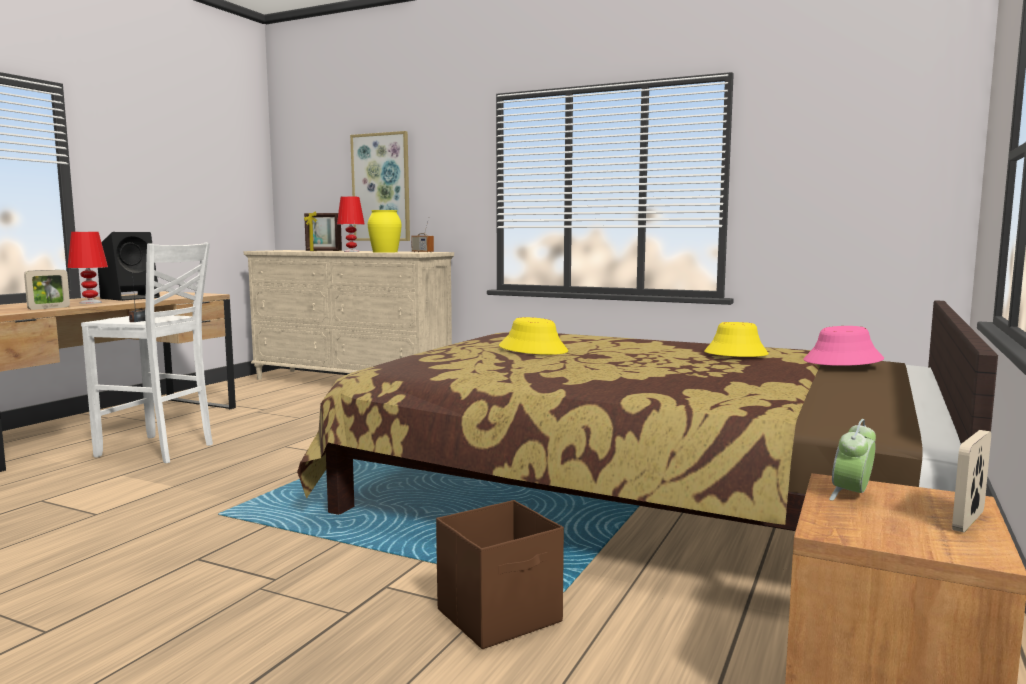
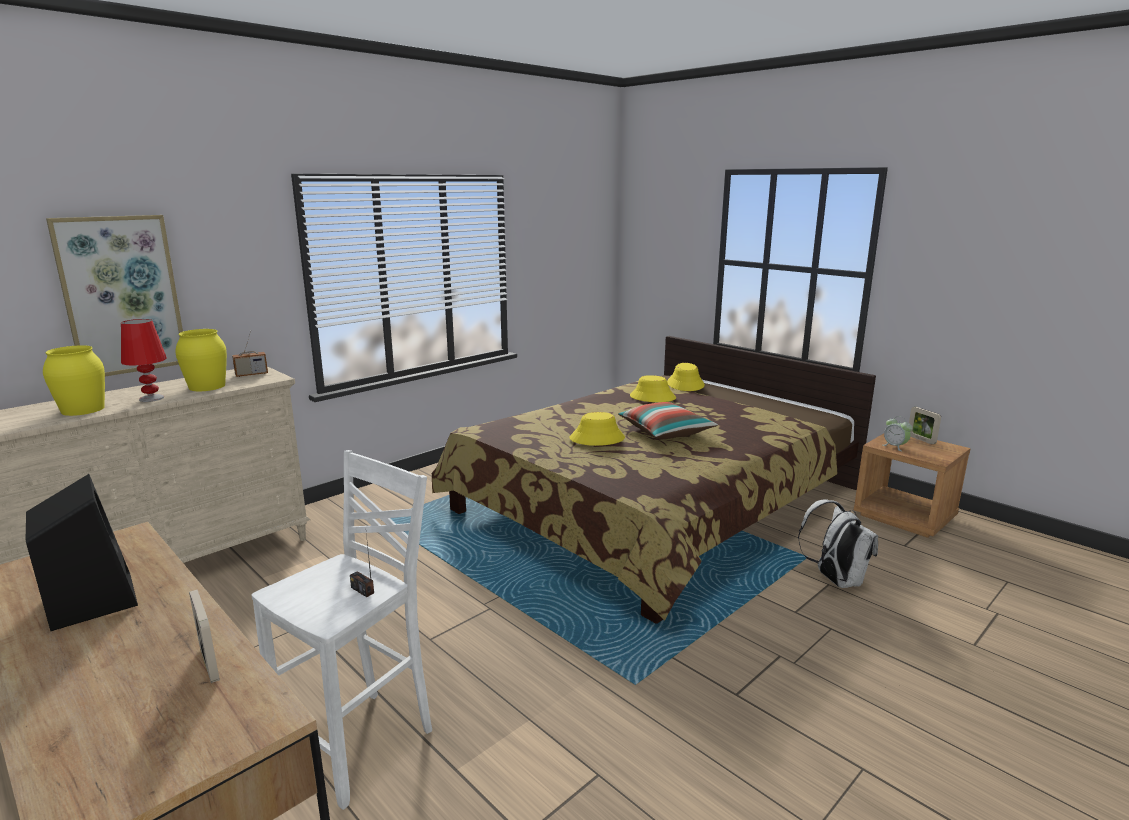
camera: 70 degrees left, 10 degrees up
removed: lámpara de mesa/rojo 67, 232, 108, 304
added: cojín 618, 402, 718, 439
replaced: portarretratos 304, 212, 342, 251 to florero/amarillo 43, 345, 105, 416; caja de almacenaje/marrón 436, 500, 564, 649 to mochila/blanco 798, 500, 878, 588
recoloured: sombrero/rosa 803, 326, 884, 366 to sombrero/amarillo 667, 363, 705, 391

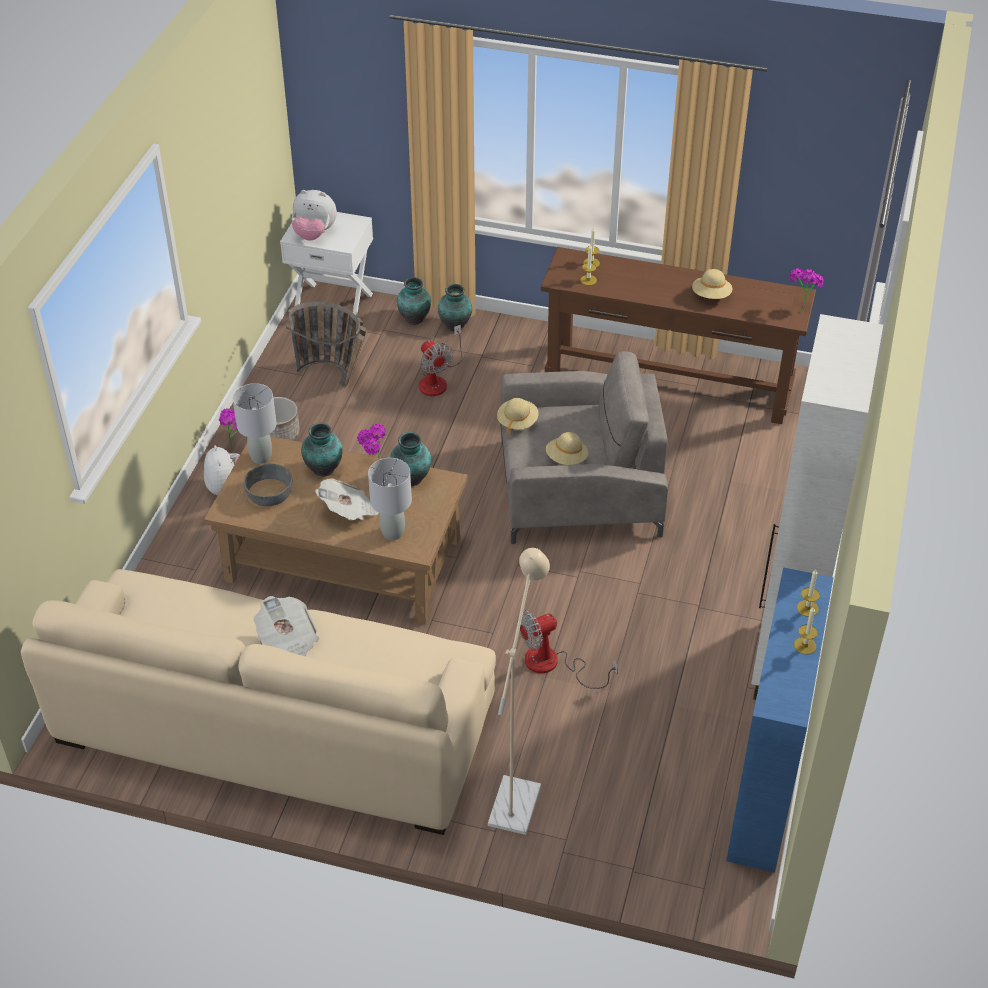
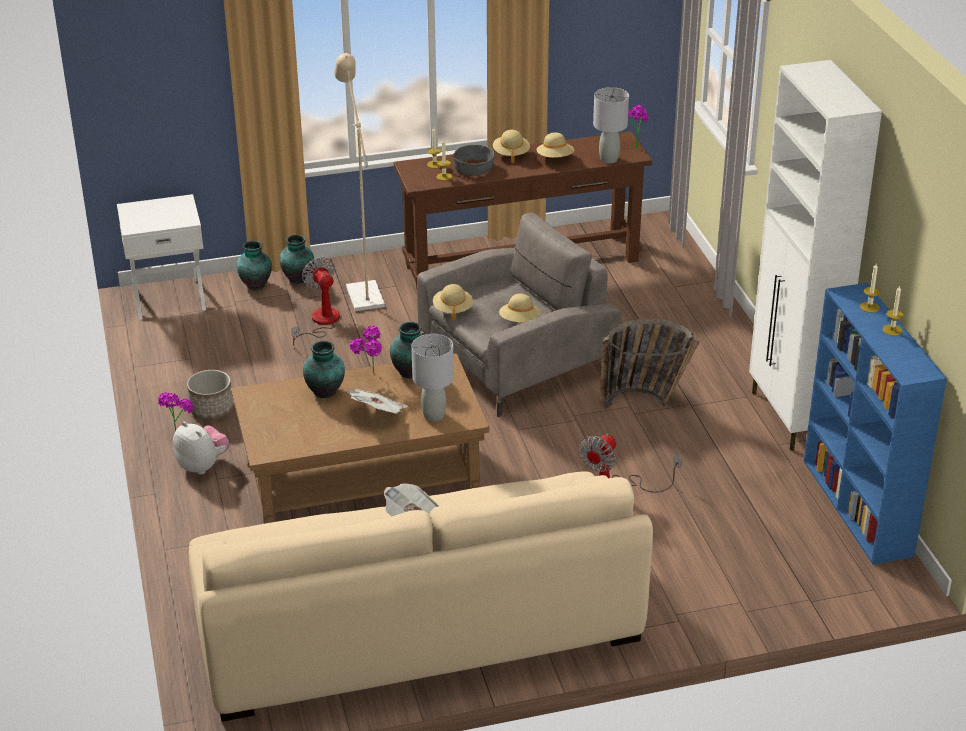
camera: 30 degrees left, 10 degrees down
removed: peluche 291, 190, 337, 240
added: sombrero/beis 493, 130, 530, 163
moved: lámpara de pie/beis 488, 548, 550, 835 to 334, 53, 385, 311; cuenco/gris 244, 464, 292, 506 to 453, 145, 494, 175; lámpara de mesa/gris 233, 383, 276, 464 to 593, 87, 629, 163; cesta 286, 301, 366, 388 to 600, 319, 700, 409
turned: ventilador 419, 325, 463, 396 = 291, 257, 340, 346 150 degrees counterclockwise

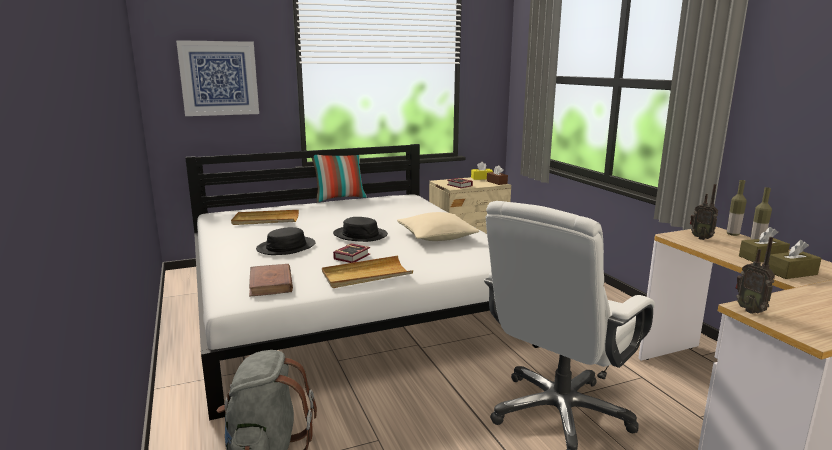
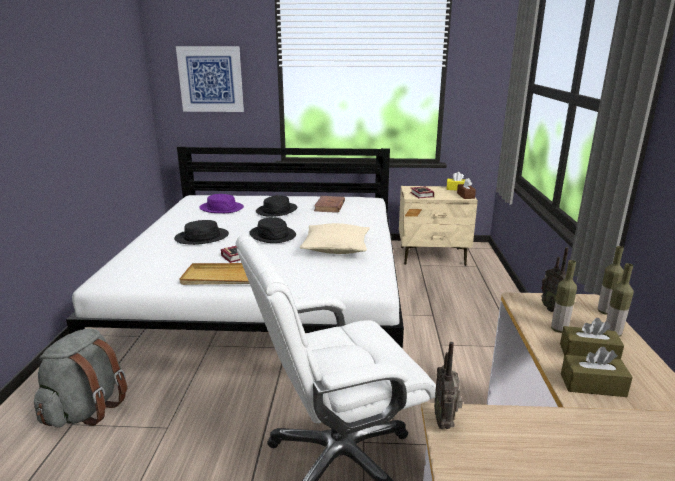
camera: 25 degrees right, 5 degrees up
removed: cojín 312, 147, 367, 203
added: sombrero/negro 256, 195, 297, 217; botella 551, 260, 577, 333
moved: libro/marrón 249, 264, 293, 296 to 314, 196, 345, 213
replaced: bandeja/beis 231, 210, 299, 225 to sombrero/morado 199, 194, 244, 213

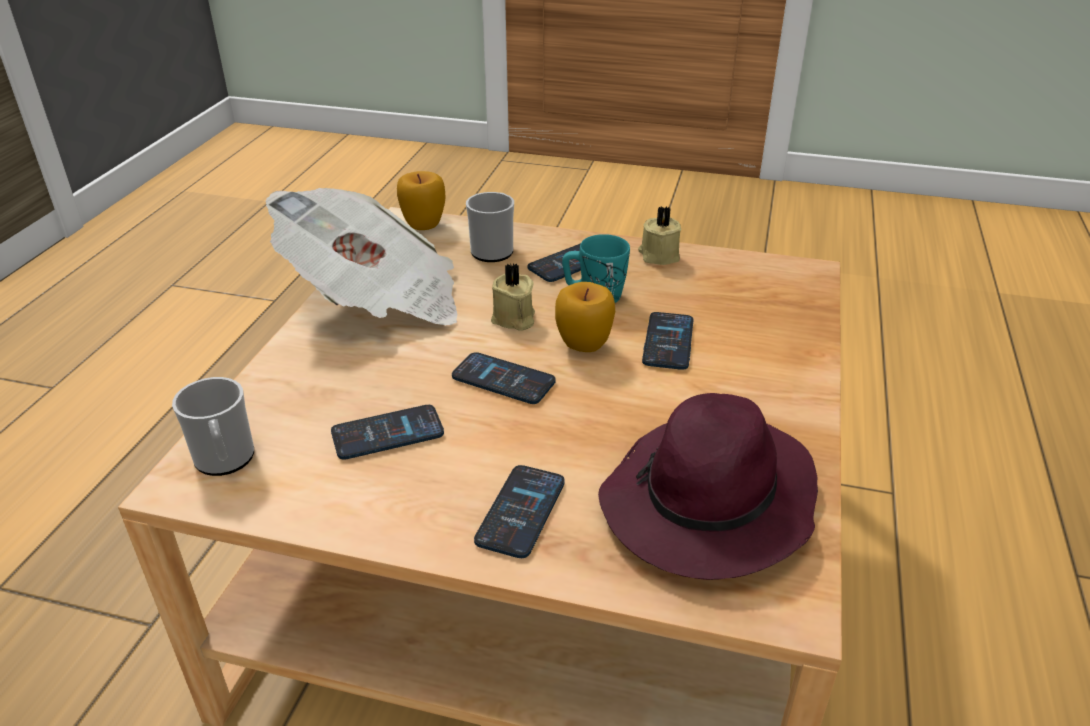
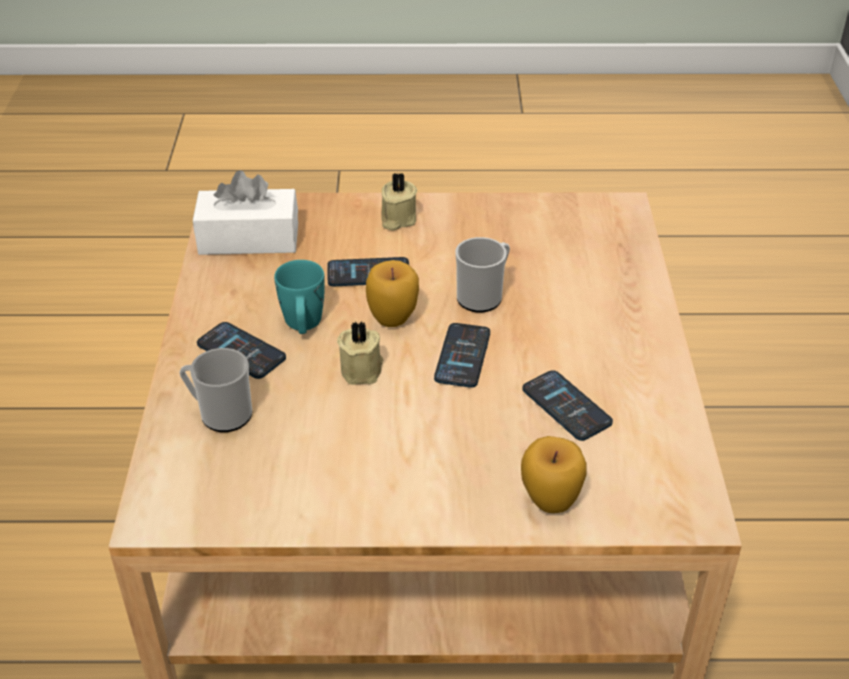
camera: 105 degrees left, 5 degrees up
removed: periódico 265, 188, 457, 325; móvil 474, 465, 565, 558; sombrero/morado 598, 393, 818, 580
added: caja de pañuelos/blanco 193, 170, 298, 255
moved: vela/beis 638, 206, 681, 265 to 381, 173, 417, 231; taza grande 172, 377, 254, 476 to 455, 237, 510, 312; manzana 397, 171, 446, 230 to 521, 436, 587, 513

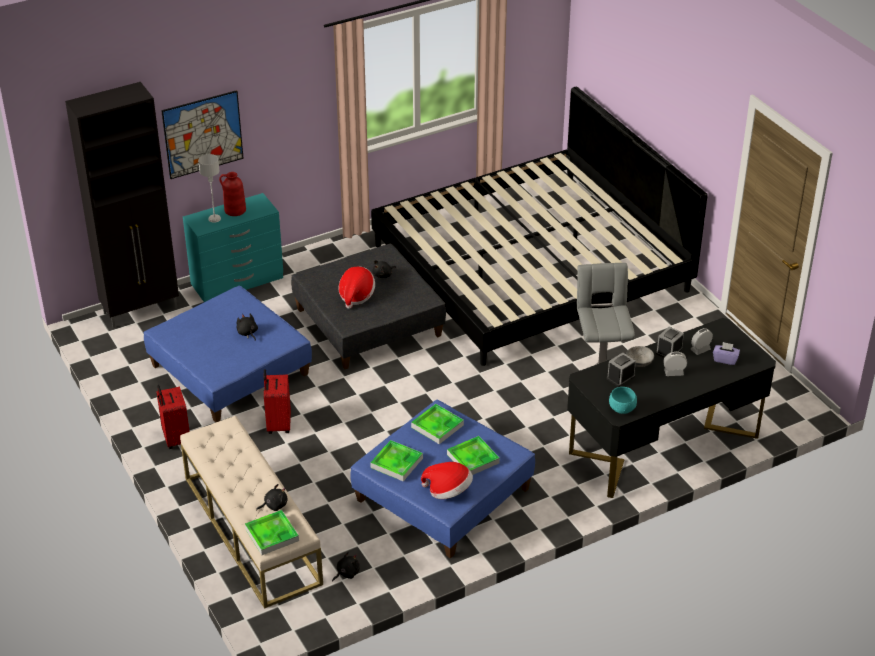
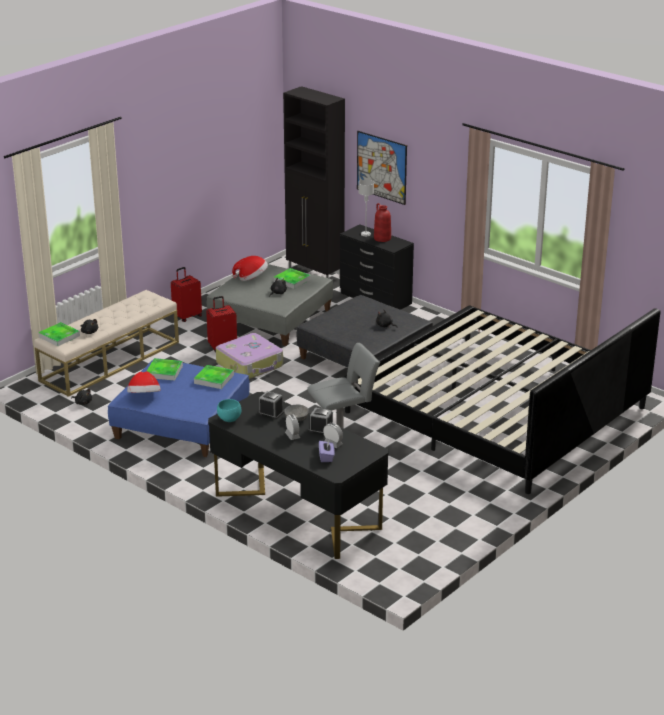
camera: 70 degrees right, 10 degrees down
added: maleta 216, 333, 283, 379
moved: sombrero 338, 266, 375, 309 to 232, 256, 268, 281; bandeja 447, 436, 500, 475 to 273, 268, 311, 289
recoloured: puf/azul 143, 286, 312, 422 to puf/gris 207, 264, 333, 346; cómoda/turquesa 183, 193, 283, 302 to cómoda/negro 340, 225, 414, 310

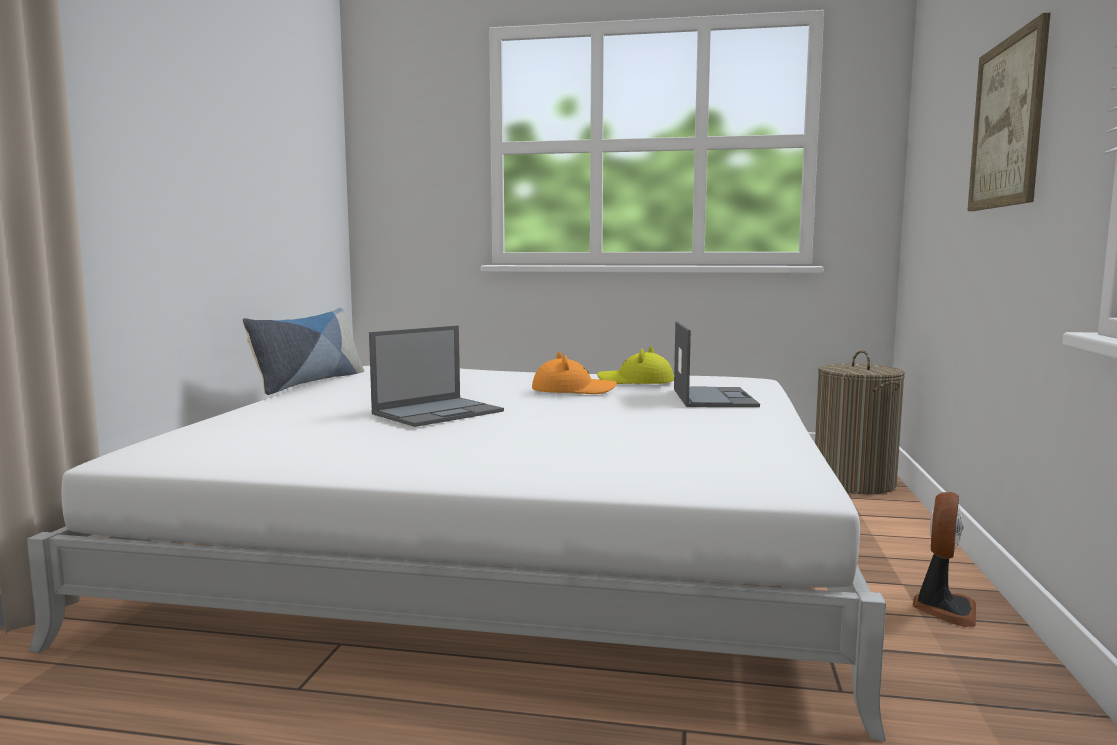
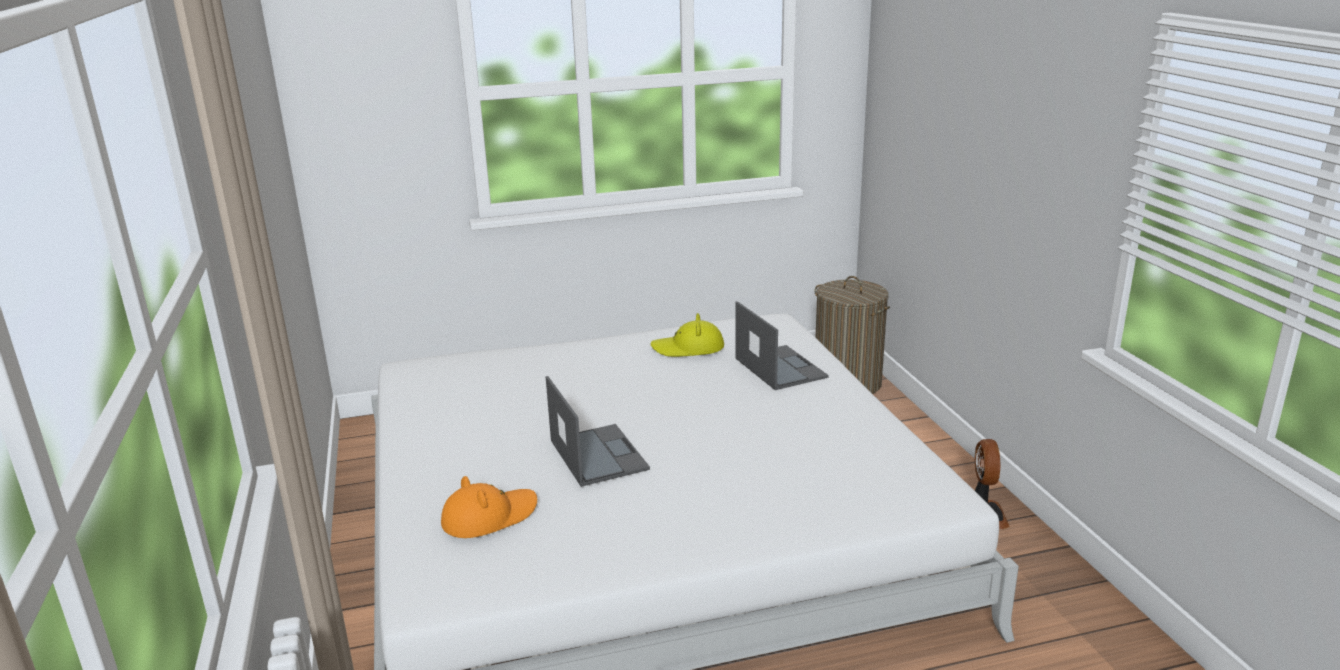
camera: 25 degrees left, 15 degrees up
removed: cojín 242, 308, 364, 395; cuadro 967, 13, 1050, 211
moved: sombrero/naranja 532, 351, 617, 394 to 441, 476, 537, 538
turned: portátil 369, 326, 504, 427 = 546, 376, 650, 487 45 degrees counterclockwise

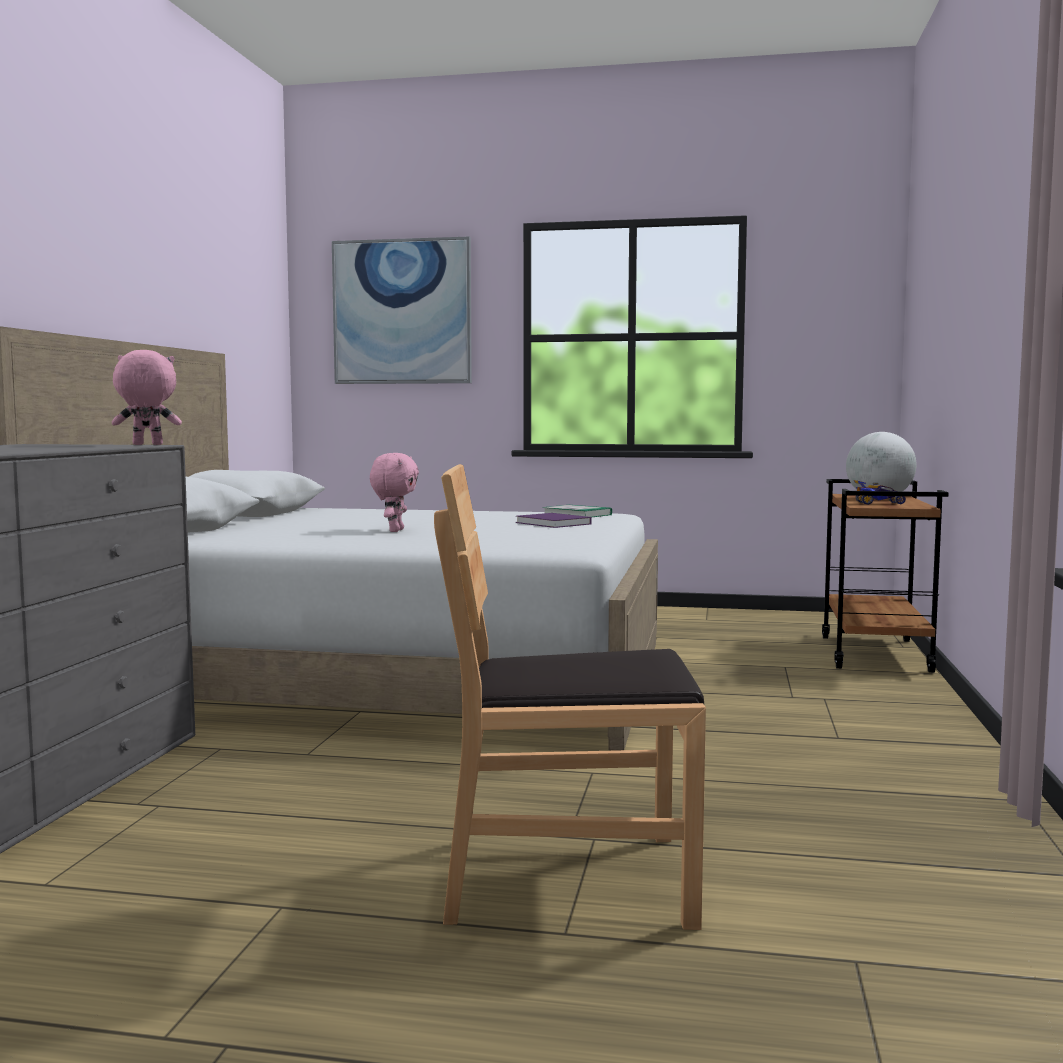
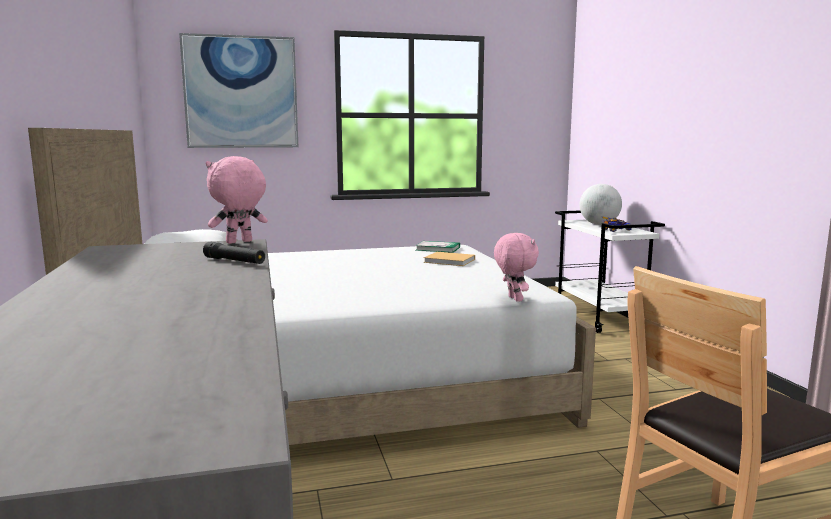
camera: 25 degrees left, 5 degrees up
added: linterna/negro 203, 242, 265, 264
moved: peluche/rosa 370, 453, 419, 532 to 494, 233, 539, 302
recoloured: libro/morado 516, 513, 591, 528 to libro/beis 424, 252, 475, 266; carrito/marrón 822, 479, 948, 673 to carrito/blanco 555, 210, 665, 333

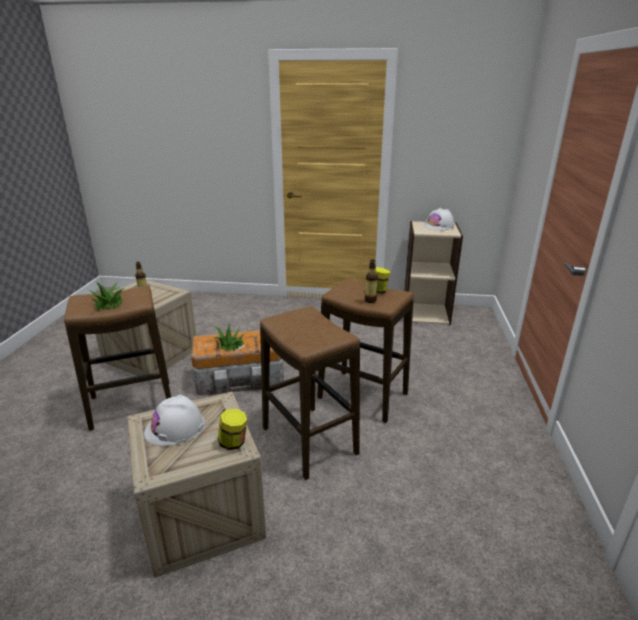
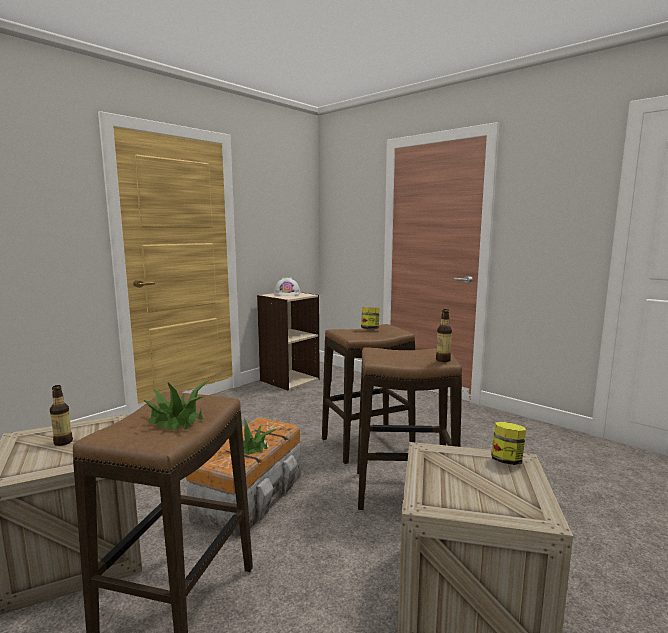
camera: 55 degrees left, 15 degrees down
removed: casco/blanco 144, 395, 205, 446
moved: botella 365, 260, 378, 303 to 436, 309, 452, 362

